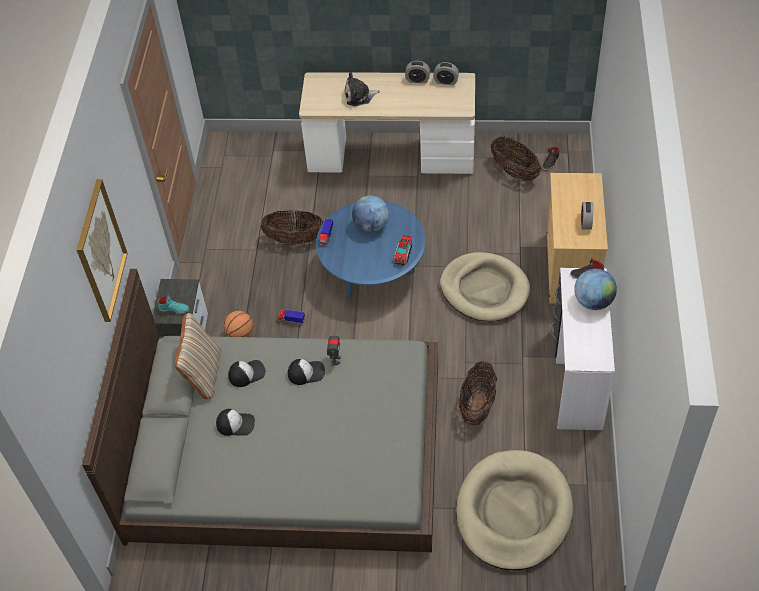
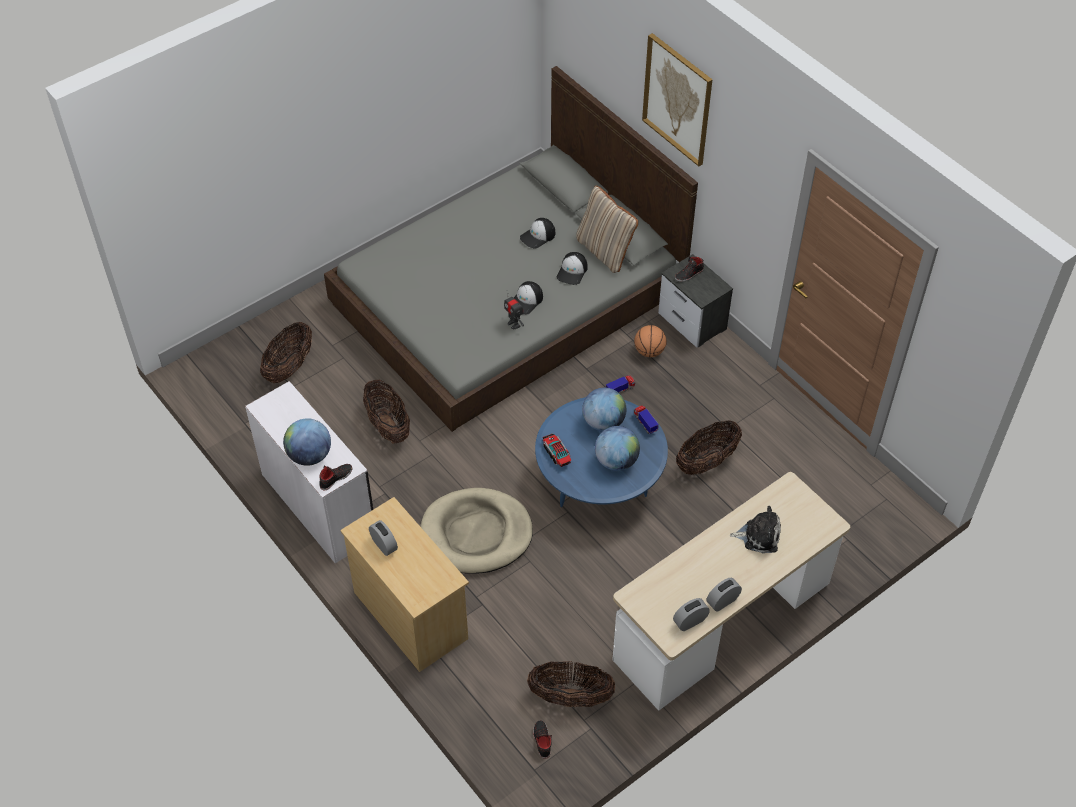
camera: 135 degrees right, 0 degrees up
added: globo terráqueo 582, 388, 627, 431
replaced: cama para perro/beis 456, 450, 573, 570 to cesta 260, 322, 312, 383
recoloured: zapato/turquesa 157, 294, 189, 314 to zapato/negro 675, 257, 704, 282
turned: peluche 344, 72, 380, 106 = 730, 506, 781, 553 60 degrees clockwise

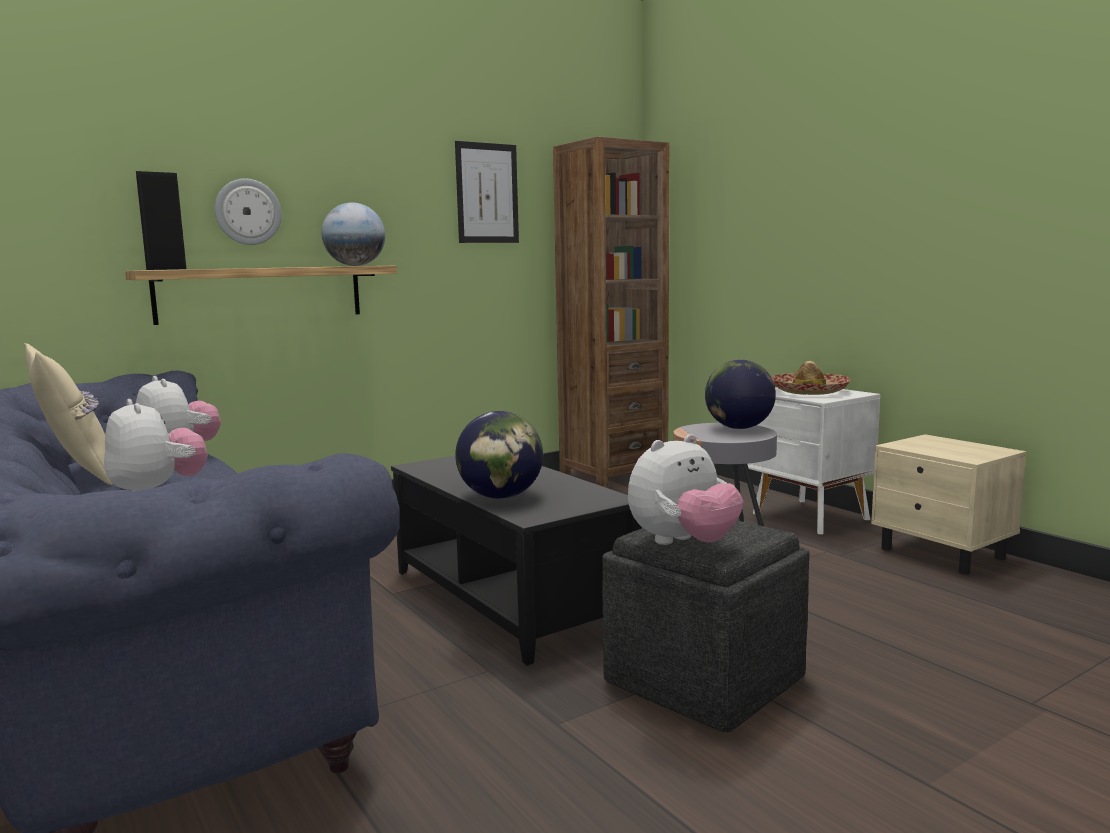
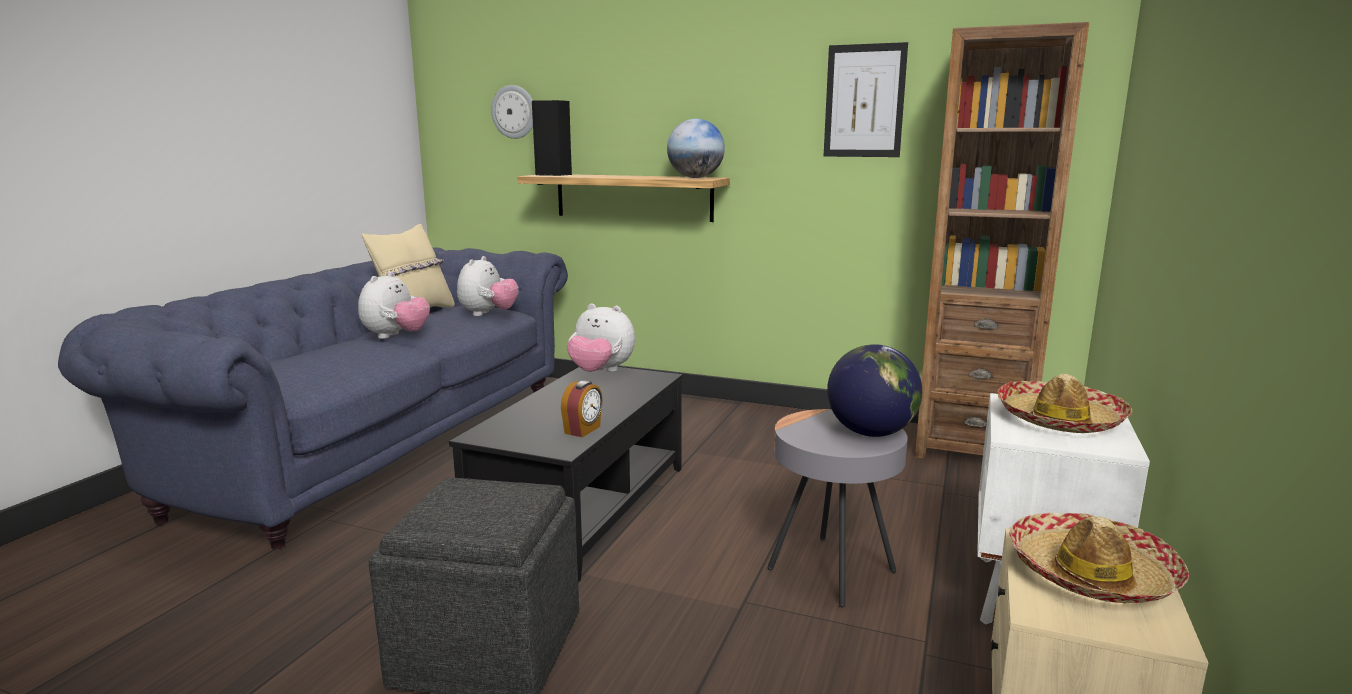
camera: 55 degrees right, 5 degrees up
removed: globo terráqueo 455, 411, 543, 499
added: despertador 561, 381, 603, 437; sombrero 1009, 513, 1189, 603
moved: reloj de pared 215, 178, 282, 245 to 491, 85, 533, 139; peluche 628, 434, 743, 545 to 567, 303, 635, 372

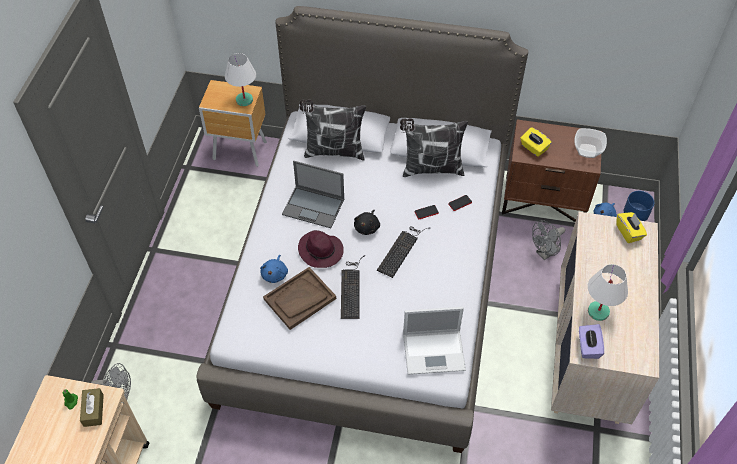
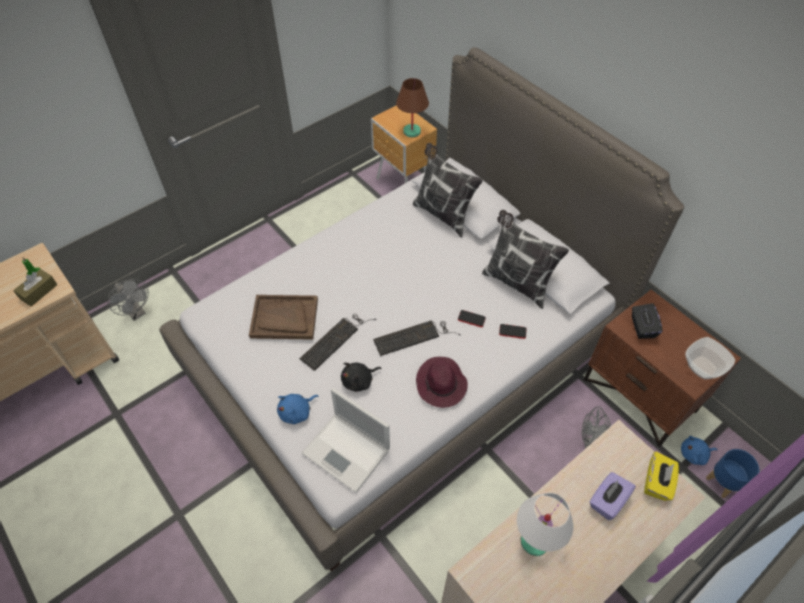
camera: 40 degrees right, 0 degrees up
removed: portátil 282, 161, 344, 228
moved: peluche/azul 260, 255, 288, 283 to 277, 394, 318, 424; peluche/negro 354, 210, 380, 235 to 341, 363, 382, 392; sombrero/morado 298, 230, 344, 268 to 416, 357, 468, 408; caja de pañuelos/morado 579, 324, 604, 359 to 590, 472, 636, 520
recoloured: lámpara de mesa/blanco 225, 53, 256, 106 to lámpara de mesa/marrón 396, 78, 429, 138; caja de pañuelos/amarillo 520, 127, 552, 157 to caja de pañuelos/negro 632, 303, 663, 339

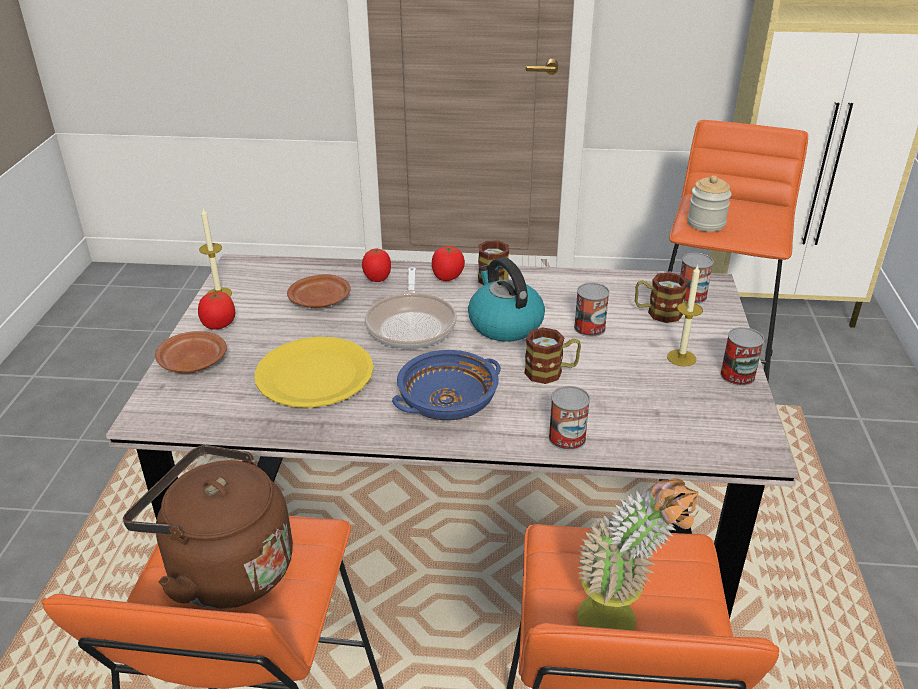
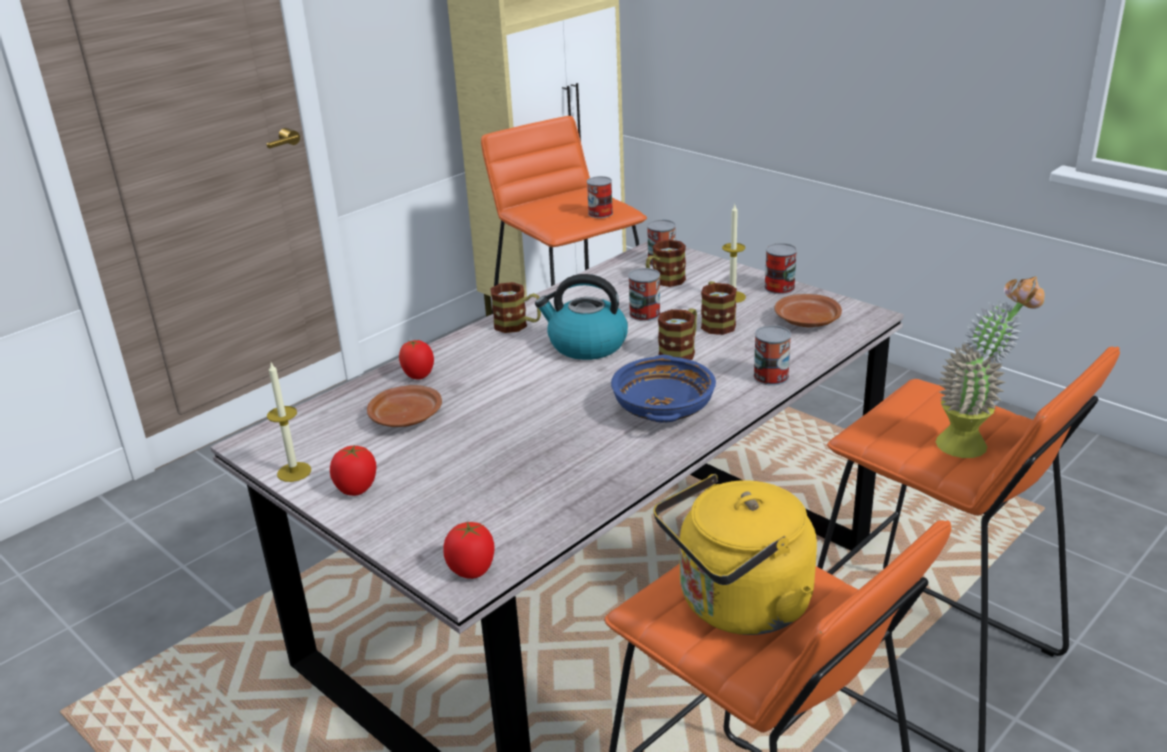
camera: 50 degrees left, 5 degrees down
removed: plato/amarillo 254, 337, 374, 408; sartén 365, 267, 457, 349; tarro 687, 175, 732, 232
added: lata 587, 176, 613, 218; taza grande 701, 281, 737, 335
moved: tomate 432, 246, 465, 281 to 443, 522, 494, 579; plato/marrón 155, 331, 227, 373 to 774, 294, 842, 327
recoloured: hervidor/marrón 123, 445, 293, 609 to hervidor/amarillo 653, 474, 817, 635

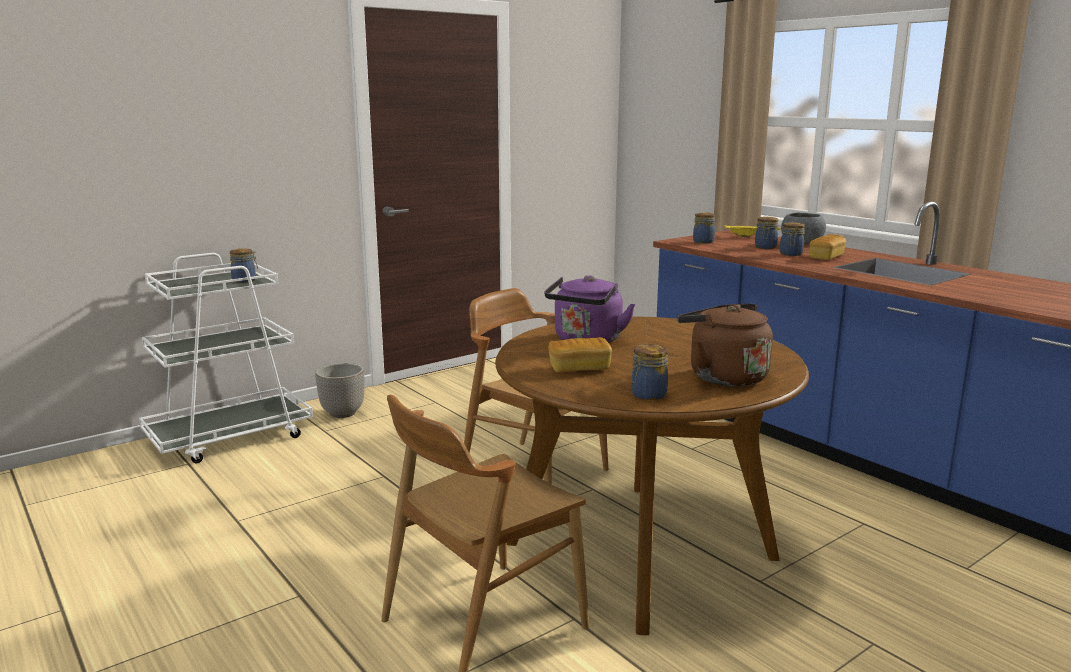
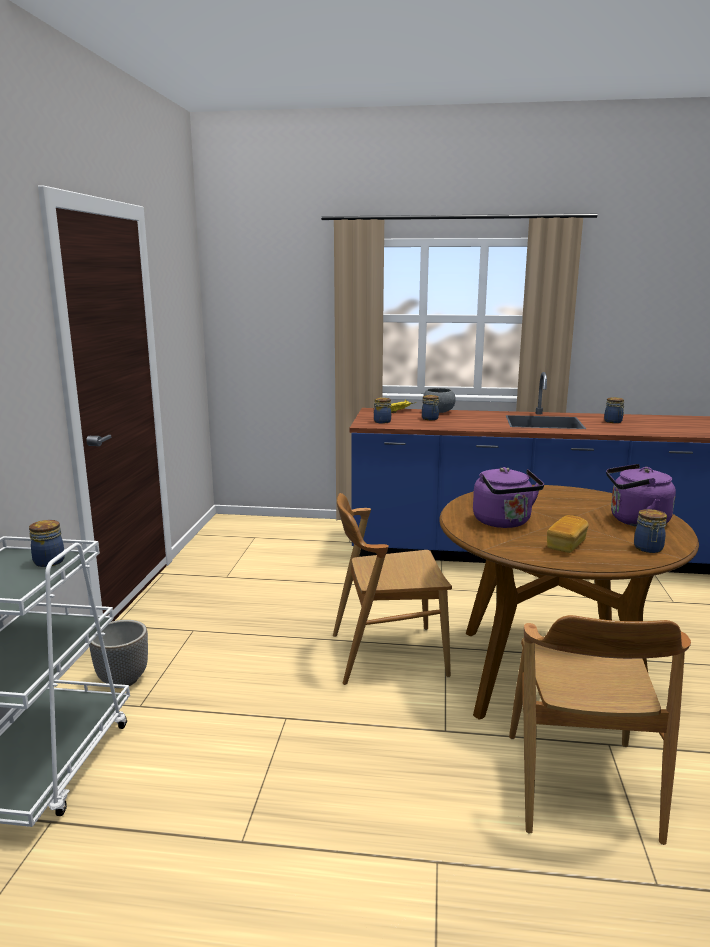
camera: 45 degrees left, 0 degrees up
removed: pan 809, 234, 846, 260
moved: tarro 780, 222, 805, 256 to 604, 397, 624, 423
recoloured: hervidor/marrón 677, 304, 773, 386 to hervidor/morado 606, 464, 676, 527

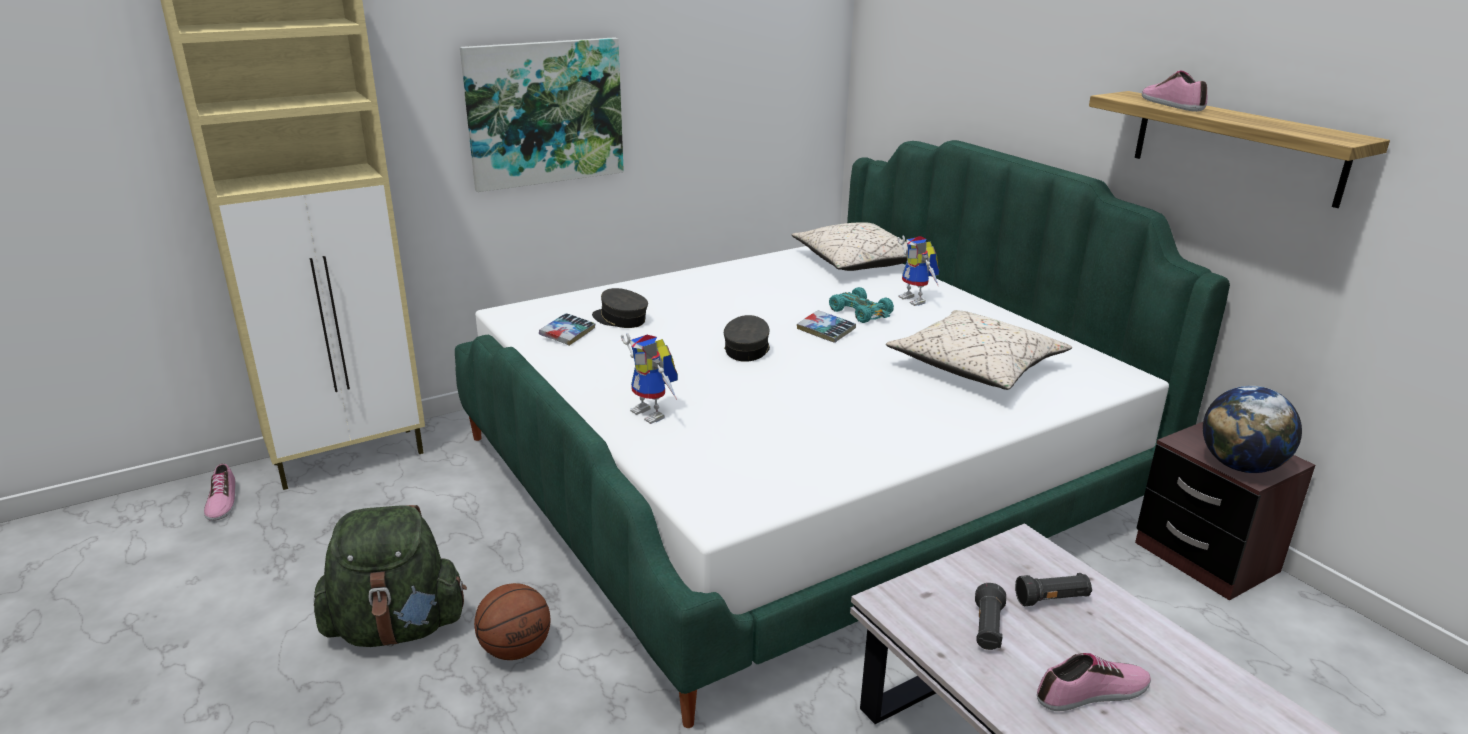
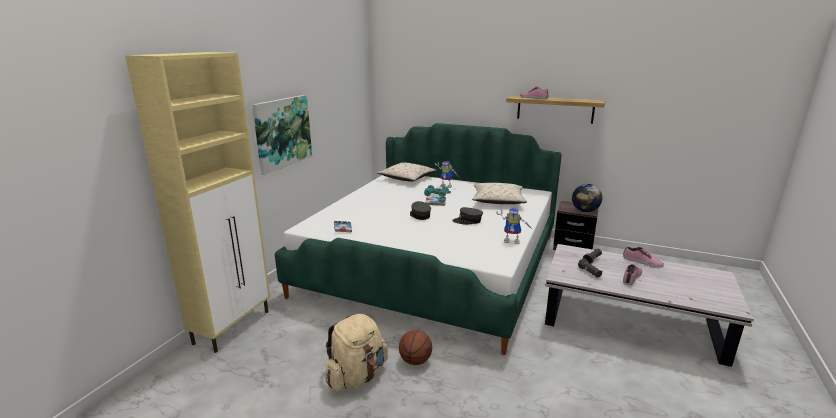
camera: 35 degrees left, 5 degrees down
moved: gorra/gris 592, 288, 648, 328 to 452, 207, 483, 225; robot de juguete 621, 333, 678, 424 to 496, 208, 533, 244; zapato 204, 464, 236, 521 to 623, 247, 664, 267
recoloured: mochila/verde 314, 505, 467, 647 to mochila/beis 325, 314, 388, 391

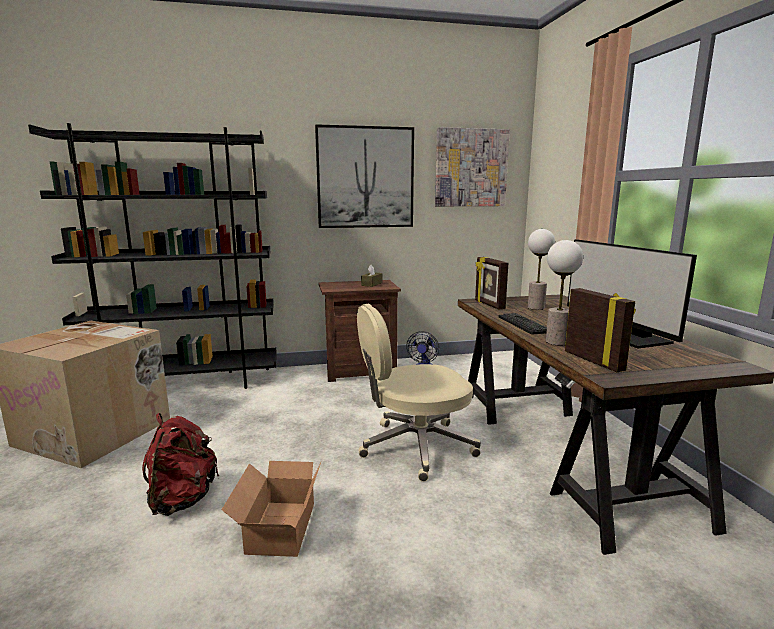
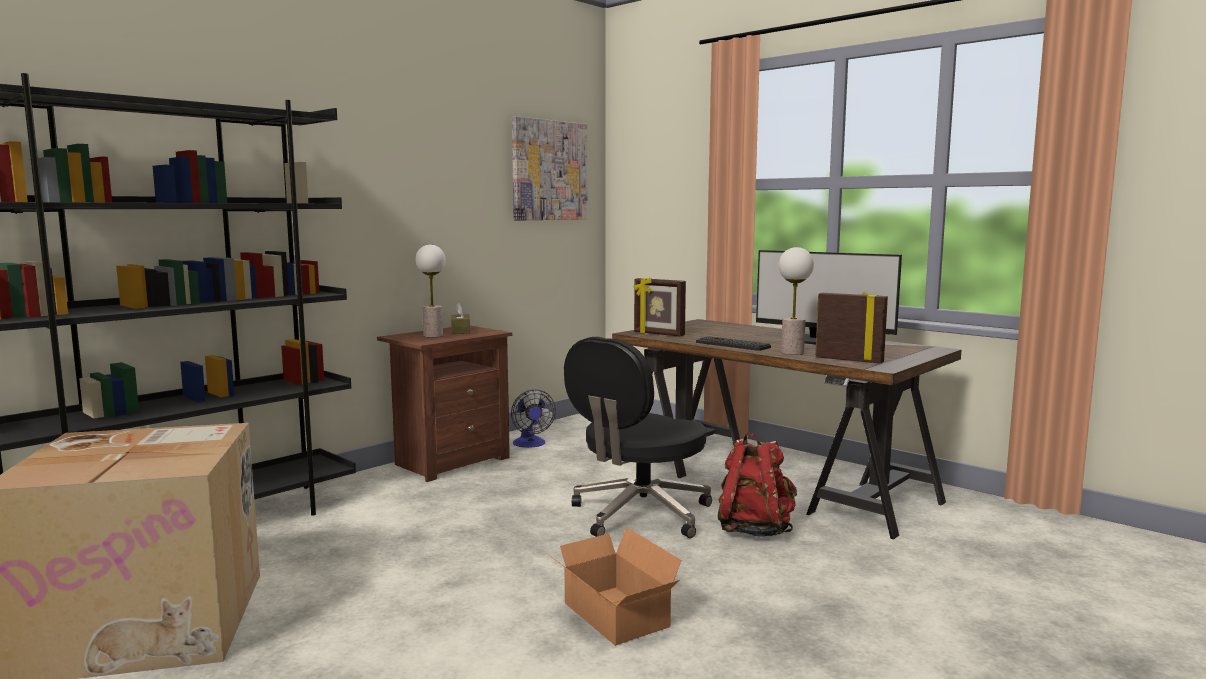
camera: 35 degrees left, 5 degrees down
removed: cuadro 315, 124, 414, 228
moved: lámpara de mesa 528, 229, 555, 310 to 415, 244, 446, 337; mochila/rojo 142, 413, 219, 516 to 718, 433, 797, 536
recoloured: silla de oficina/beis 357, 304, 481, 482 to silla de oficina/negro 564, 337, 712, 538

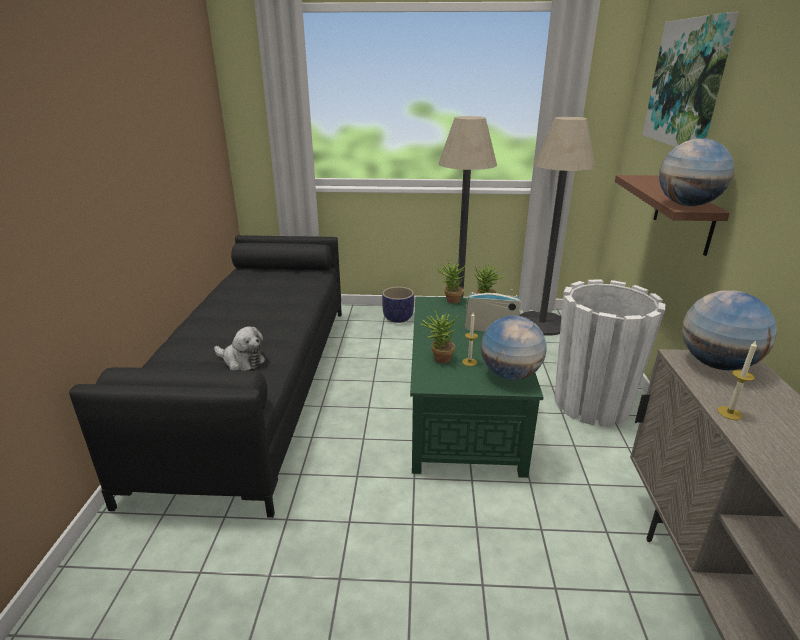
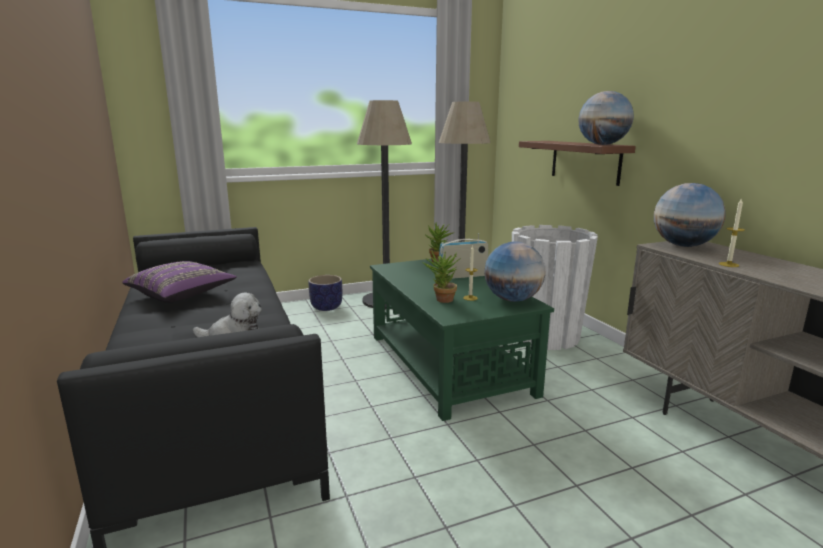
camera: 25 degrees left, 10 degrees down
removed: planta en maceta 435, 259, 466, 304; cuadro 642, 12, 739, 147
added: cojín/morado 123, 261, 237, 303

